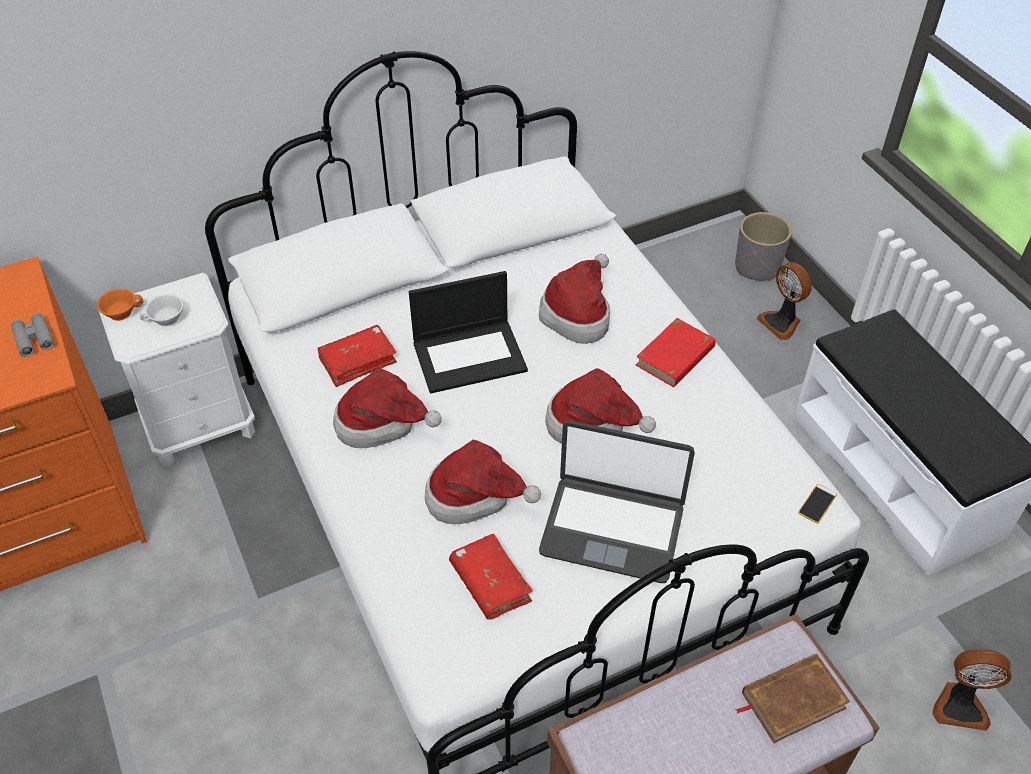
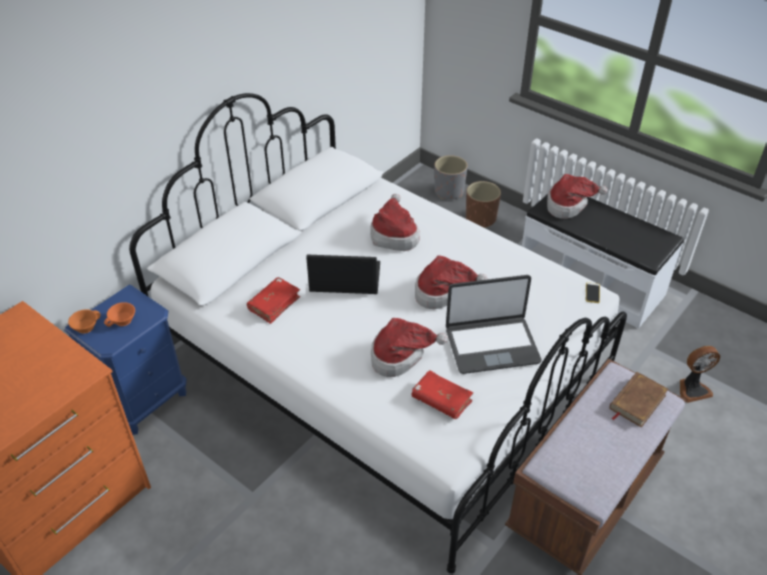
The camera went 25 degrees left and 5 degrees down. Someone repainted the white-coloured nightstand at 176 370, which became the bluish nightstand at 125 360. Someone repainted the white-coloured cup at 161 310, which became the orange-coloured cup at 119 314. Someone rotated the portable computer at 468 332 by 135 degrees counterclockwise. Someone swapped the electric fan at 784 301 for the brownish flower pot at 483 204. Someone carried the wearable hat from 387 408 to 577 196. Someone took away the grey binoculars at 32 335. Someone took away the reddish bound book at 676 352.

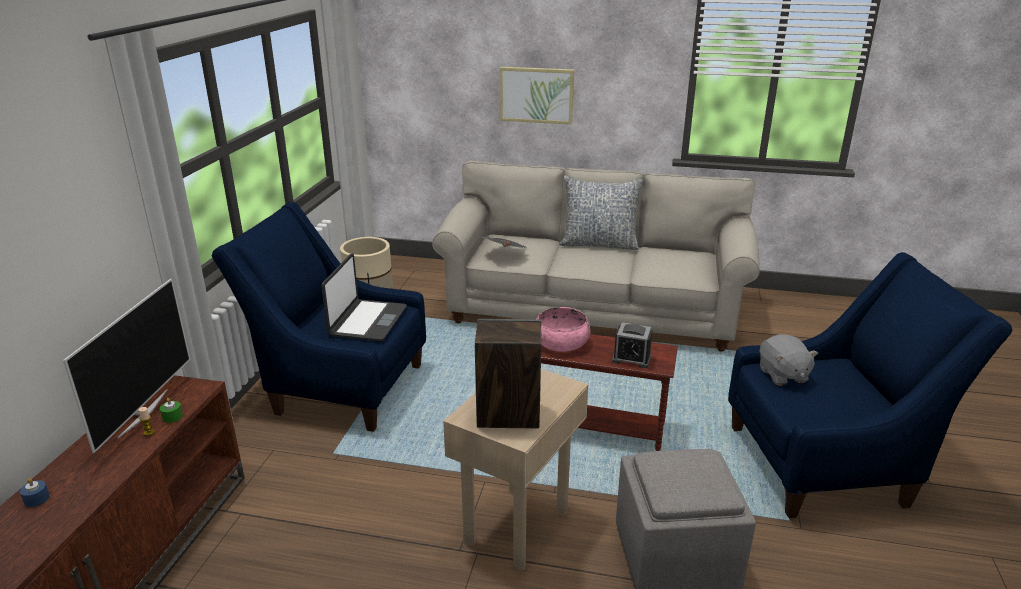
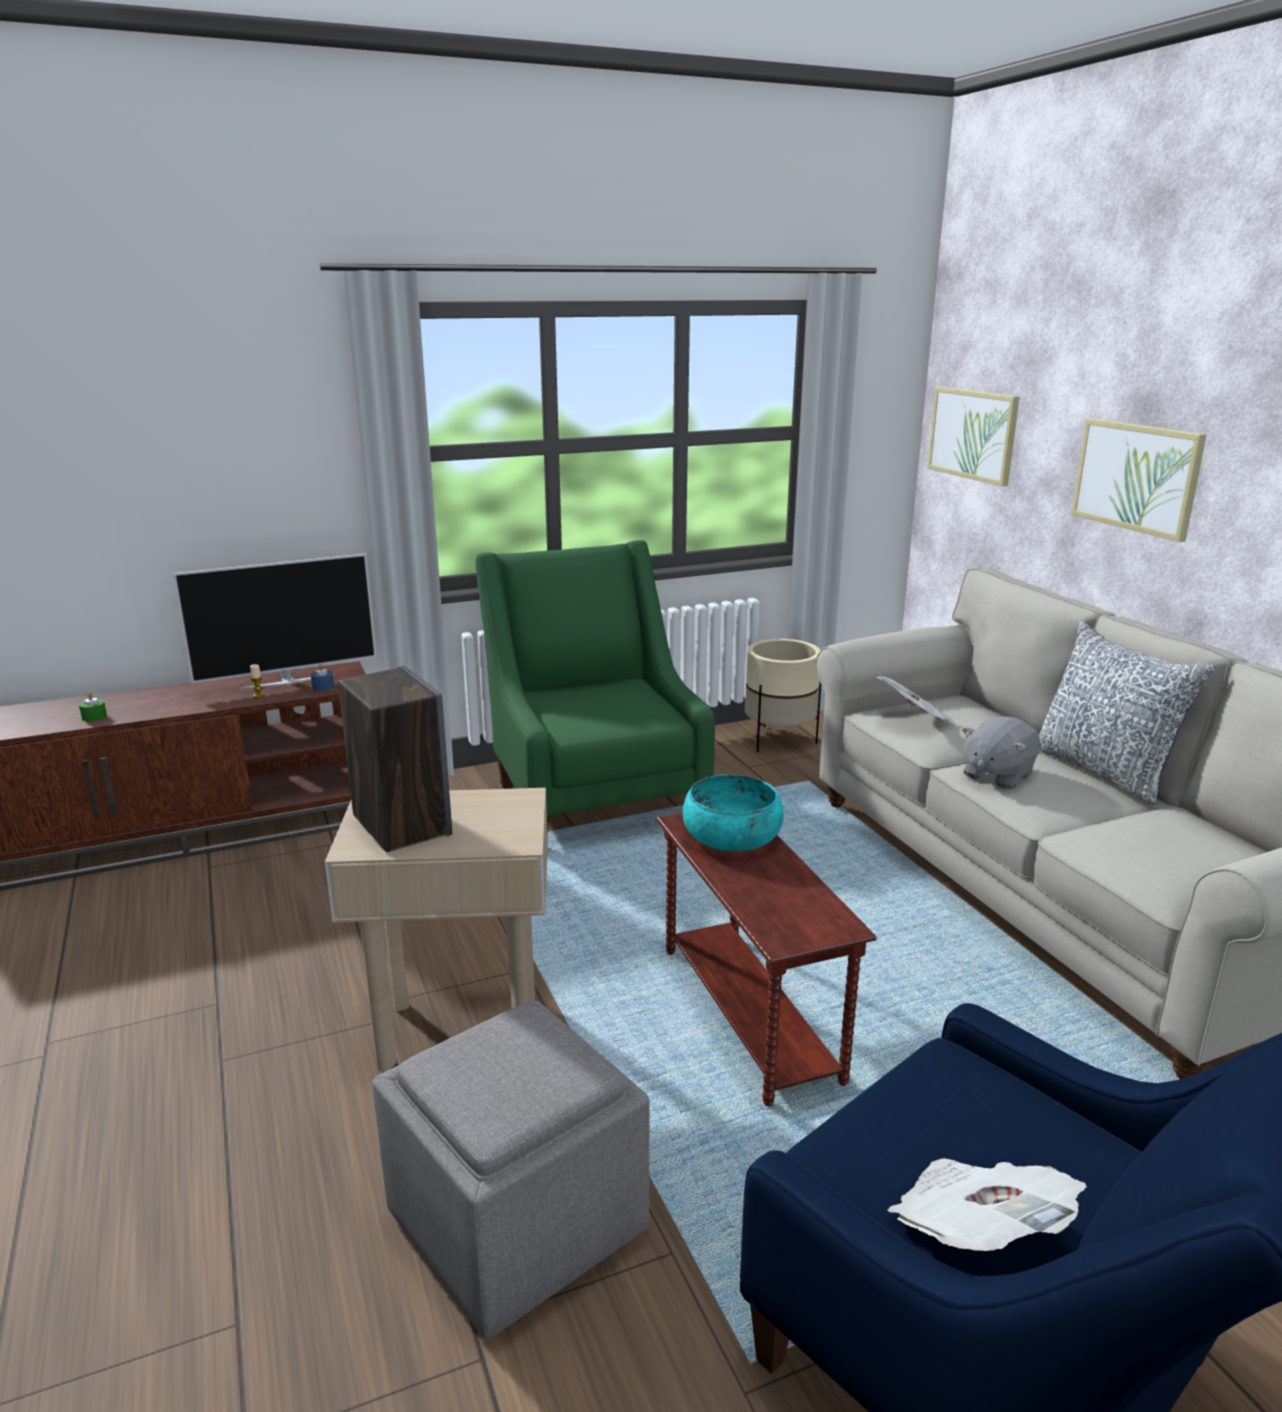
The camera went 55 degrees right and 5 degrees down. Someone carried the greenish wax candle from 171 410 to 93 706. Someone carried the bluish wax candle from 35 492 to 322 677. Someone repainted the bluish armchair at 318 317, which became the greenish armchair at 595 686. Someone repainted the pink-coloured serving bowl at 563 329, which became the blue-green serving bowl at 733 812. Someone put down the daily paper at 987 1204. Someone put up the wall picture at 973 436. Someone carried the grey cuddly toy from 789 360 to 1001 752. Someone took away the portable computer at 364 297. Someone took away the bedside clock at 632 345.

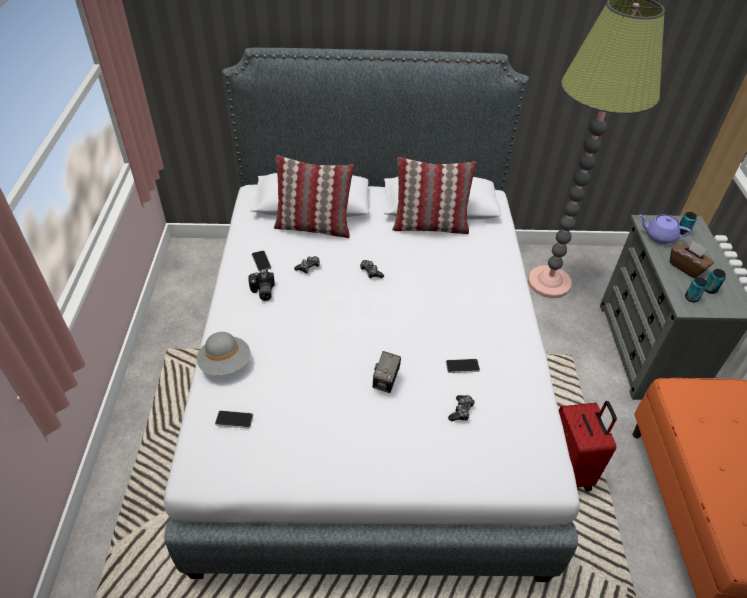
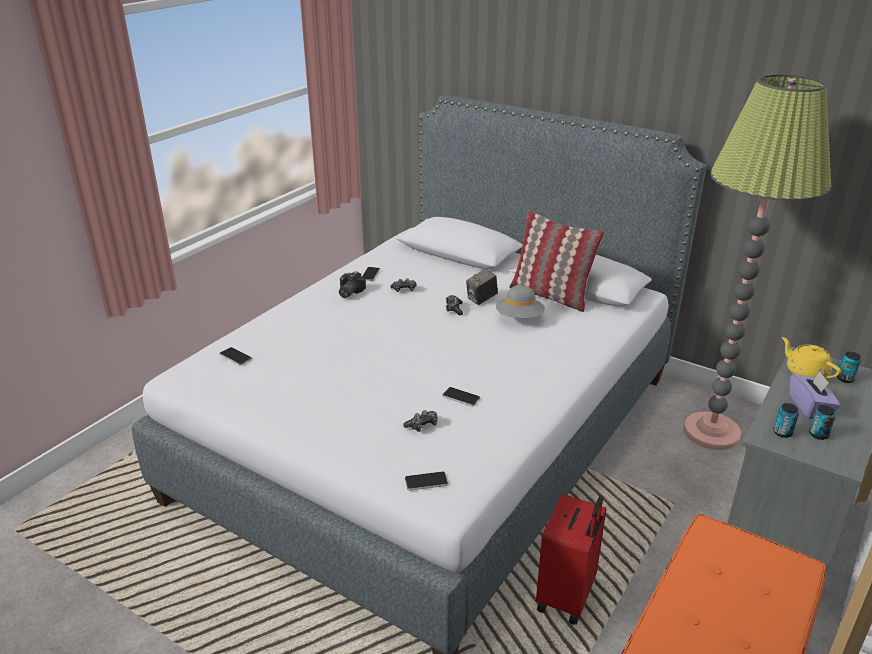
The camera went 35 degrees right and 15 degrees down. Someone put down the handset at 426 481. Someone carried the still camera from 387 372 to 482 287. Someone carried the grey wearable hat from 223 354 to 520 301. Someone repainted the purplish tea pot at 665 229, which became the yellow-coloured tea pot at 811 358. Someone repainted the brownish box of tissues at 692 259, which became the purplish box of tissues at 814 395. Someone took away the cushion at 314 196.

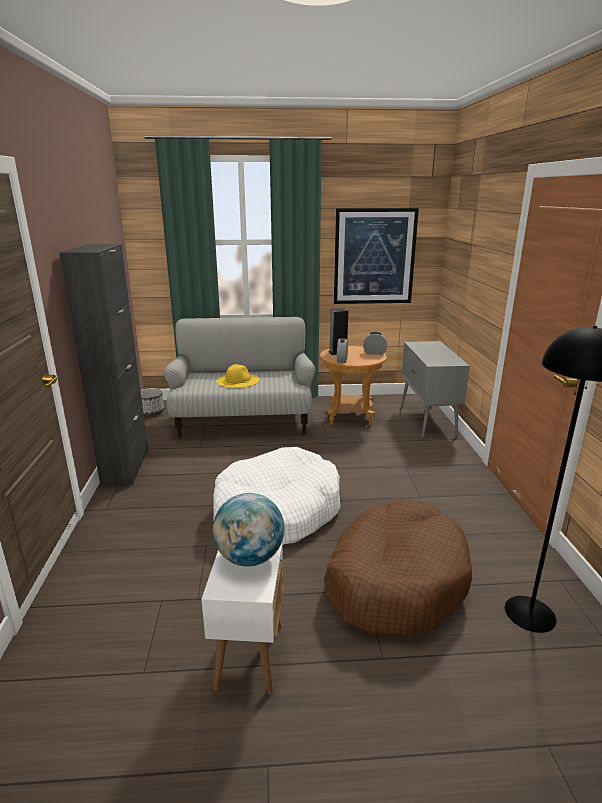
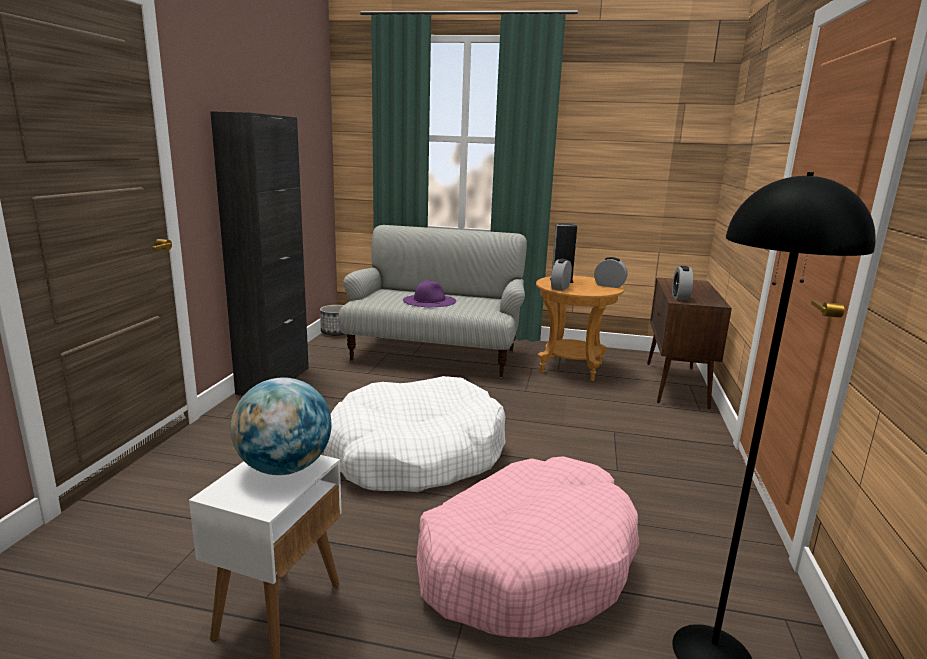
The camera went 15 degrees right and 5 degrees down. Someone repainted the yellow-coloured wearable hat at 238 376, which became the purplish wearable hat at 429 293. Someone repainted the brownish dog bed at 398 568, which became the pink-coloured dog bed at 528 547. Someone repainted the grey storage cabinet at 435 389, which became the brownish storage cabinet at 689 343. Someone put down the bedside clock at 682 283. Someone took away the wall picture at 376 256.

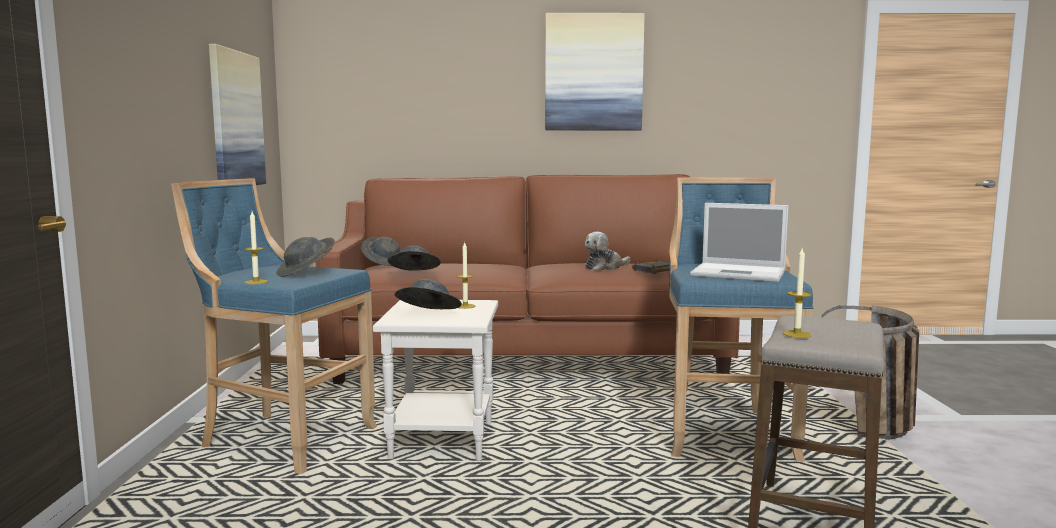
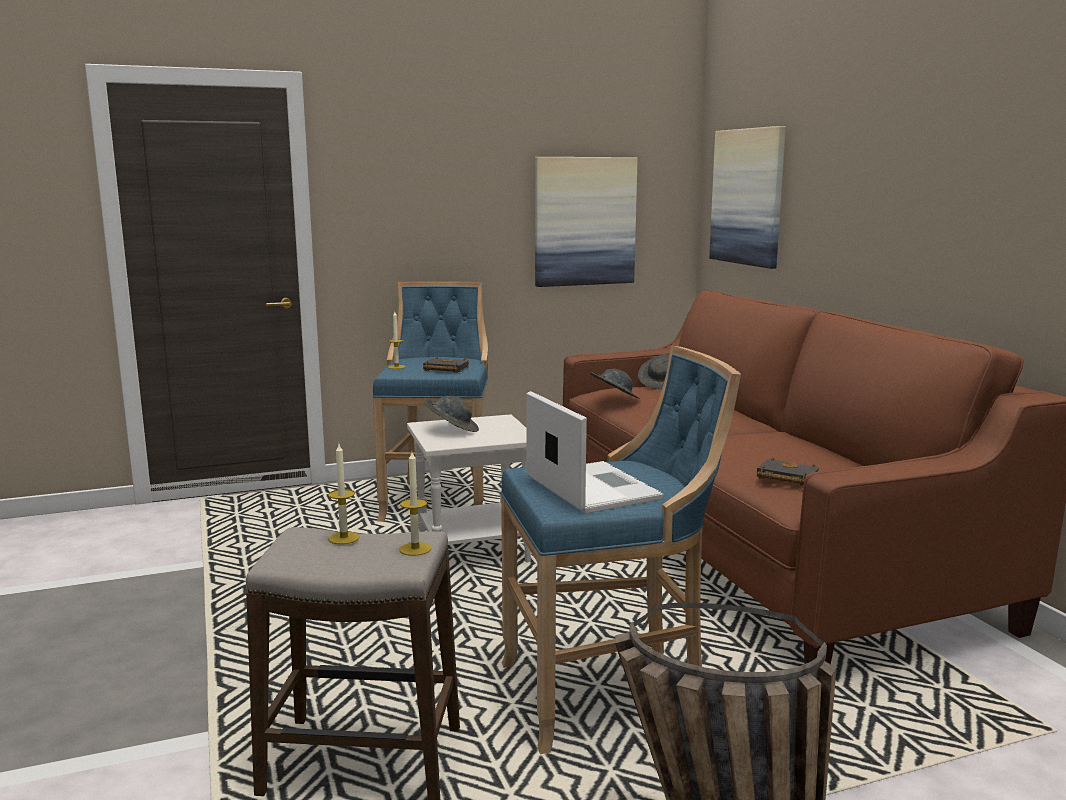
The camera went 70 degrees right and 5 degrees up. Someone carried the wax candle from 466 275 to 415 504. Someone swapped the grey wearable hat at 305 257 for the black-coloured bound book at 446 364. Someone rotated the portable computer at 739 242 by 150 degrees clockwise. Someone carried the wall picture from 595 71 to 747 197. Someone took away the cuddly toy at 607 251.

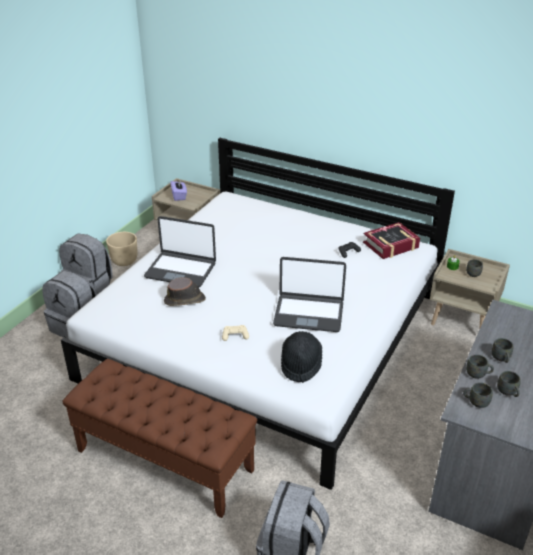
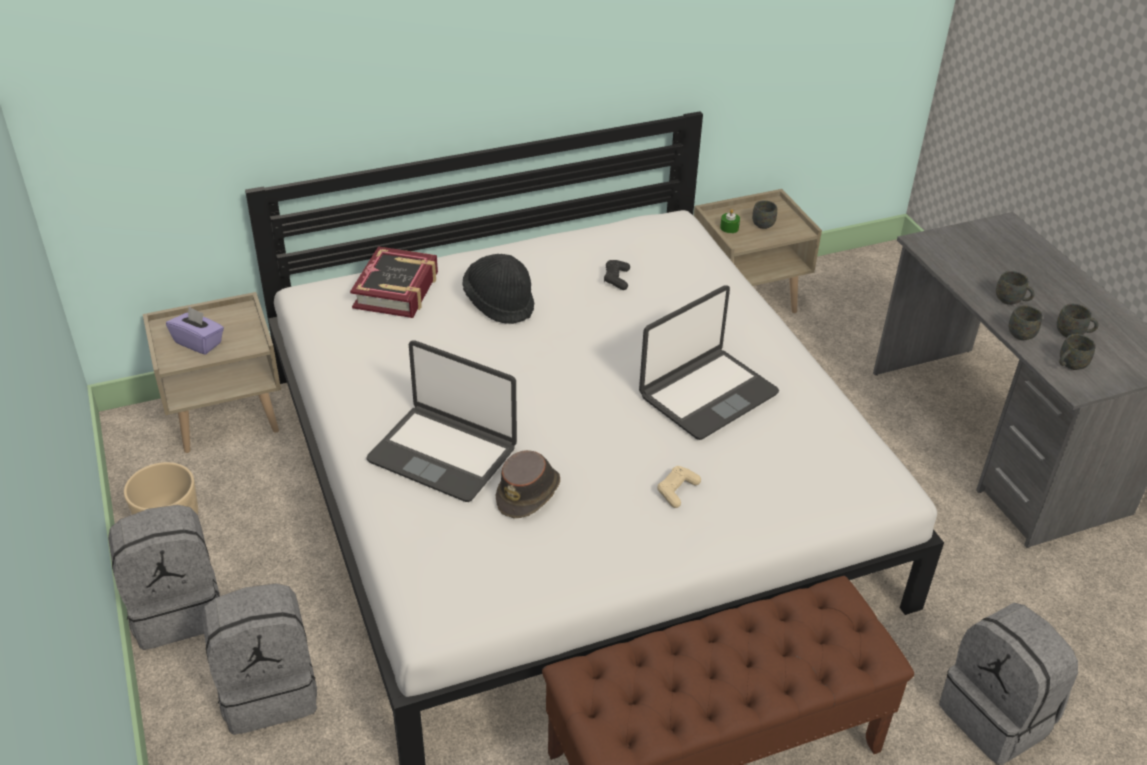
The camera went 50 degrees left and 5 degrees up. Someone carried the bound book from 391 240 to 394 282. Someone rotated the portable computer at 180 251 by 60 degrees clockwise. Someone carried the black-coloured wearable hat from 301 357 to 498 289.

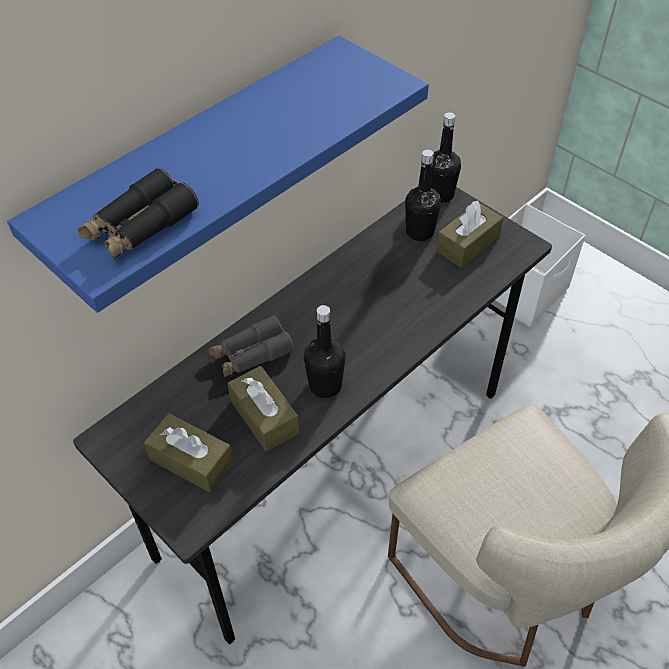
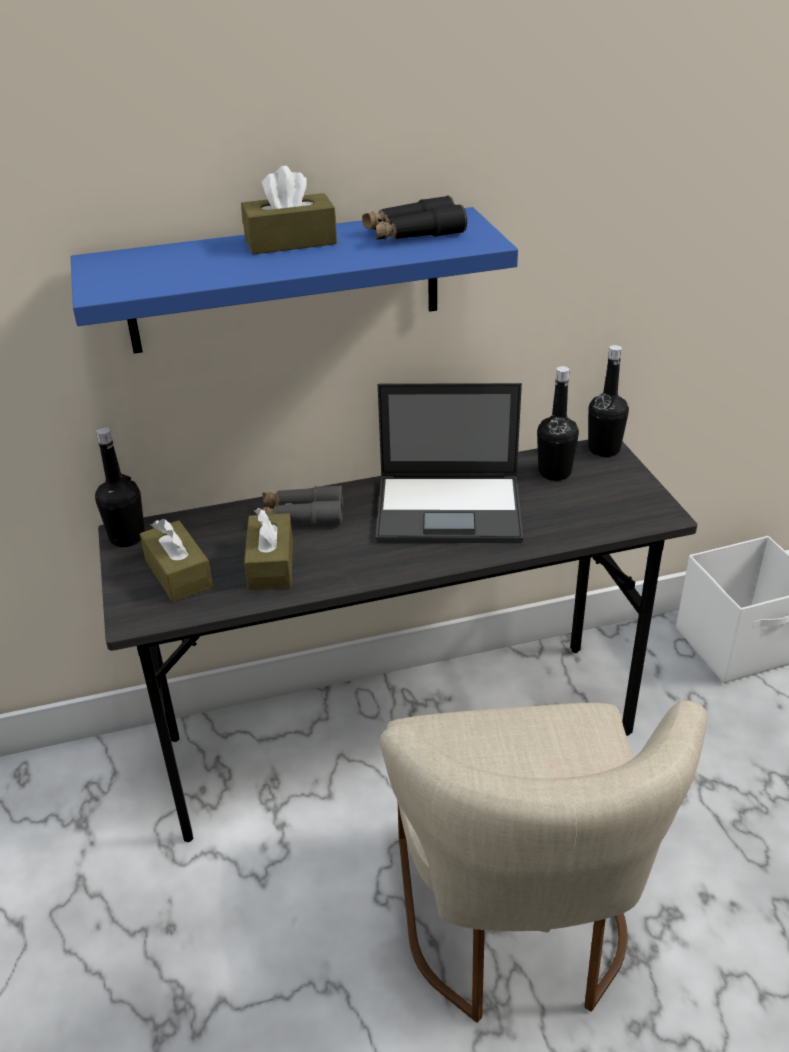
The camera went 30 degrees right and 15 degrees down. Someone carried the black-coloured drink bottle from 325 351 to 120 487. Someone carried the brownish box of tissues from 469 234 to 289 210. Someone carried the black-coloured binoculars from 138 214 to 414 217. Someone put down the portable computer at 449 463.

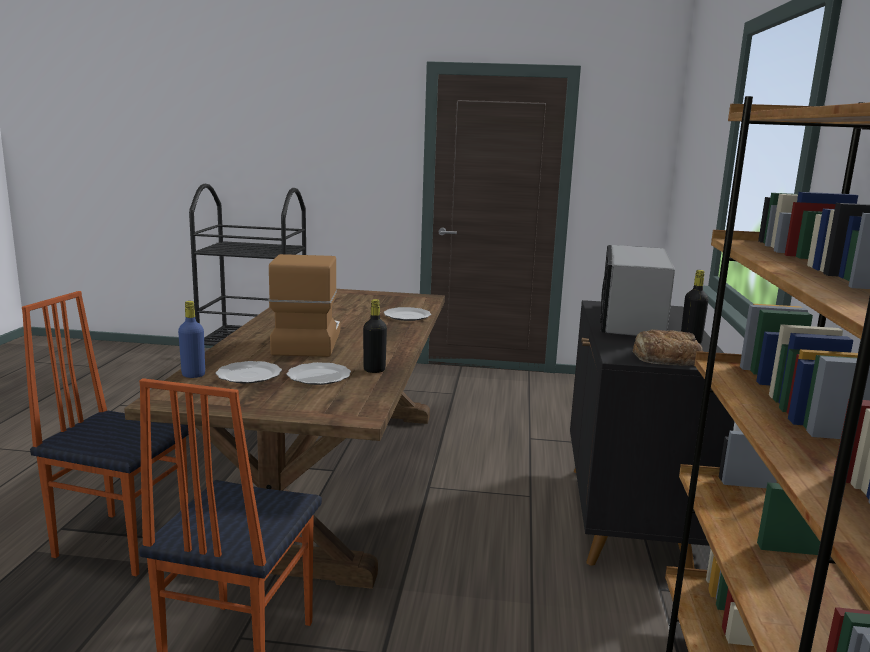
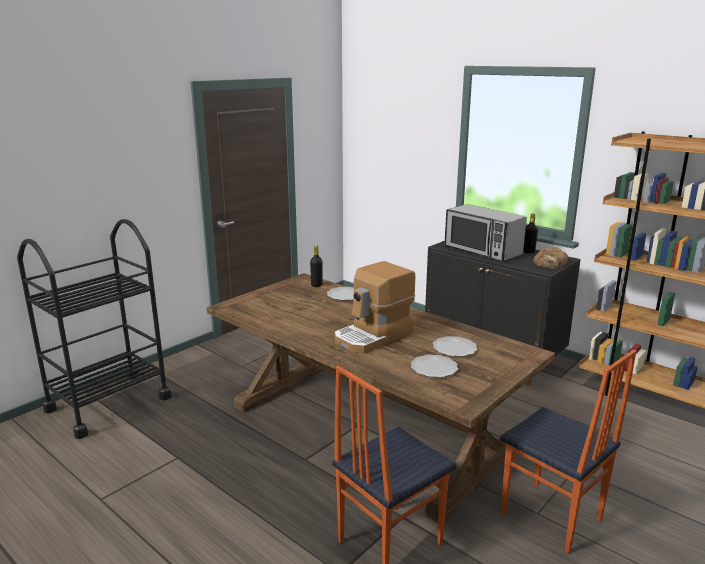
The camera went 55 degrees left and 5 degrees up. Someone carried the black-coloured drink bottle from 375 336 to 316 266. Someone rotated the coffee machine at 304 305 by 75 degrees counterclockwise. Someone took away the bluish drink bottle at 191 339.

